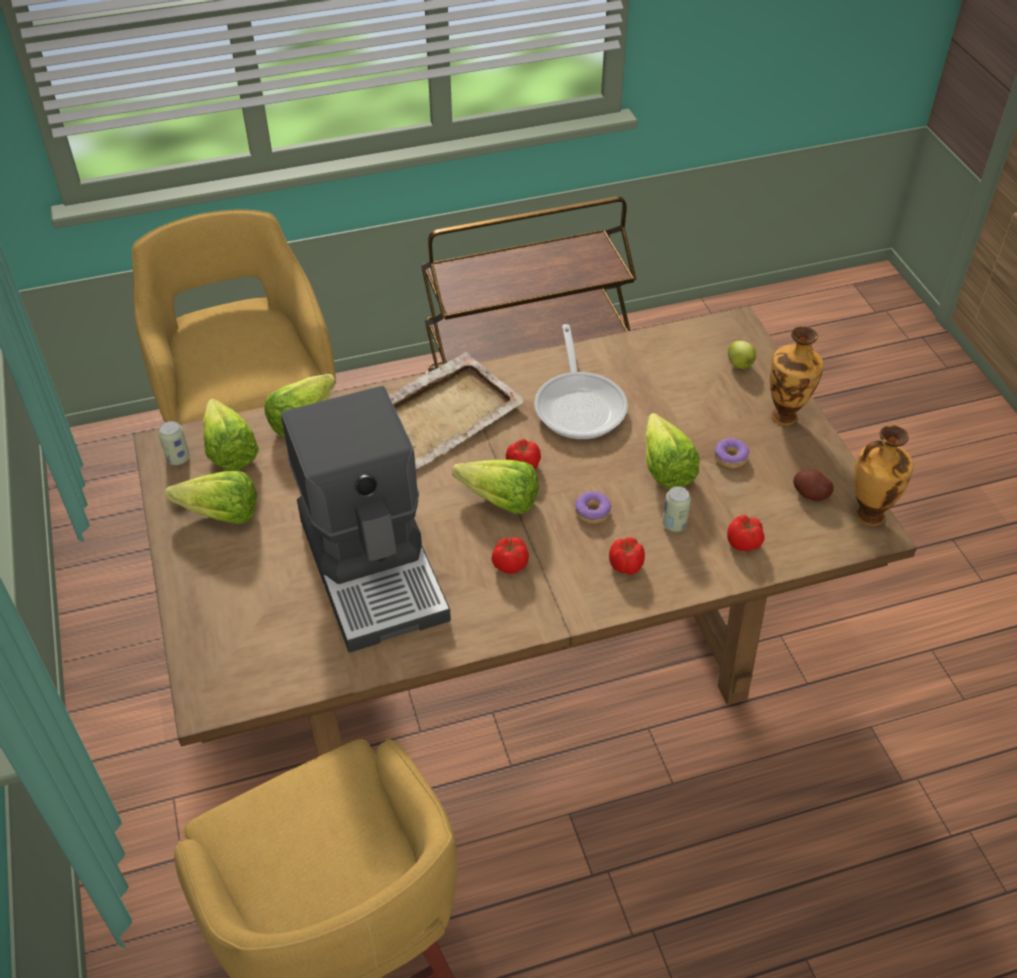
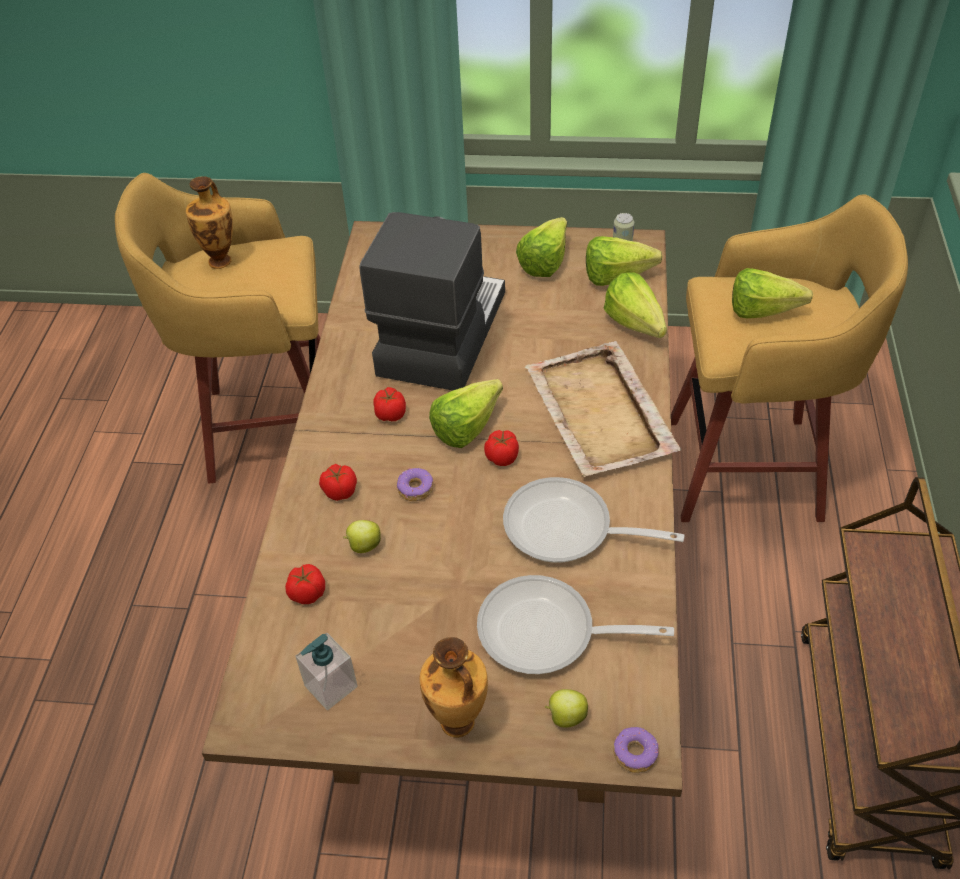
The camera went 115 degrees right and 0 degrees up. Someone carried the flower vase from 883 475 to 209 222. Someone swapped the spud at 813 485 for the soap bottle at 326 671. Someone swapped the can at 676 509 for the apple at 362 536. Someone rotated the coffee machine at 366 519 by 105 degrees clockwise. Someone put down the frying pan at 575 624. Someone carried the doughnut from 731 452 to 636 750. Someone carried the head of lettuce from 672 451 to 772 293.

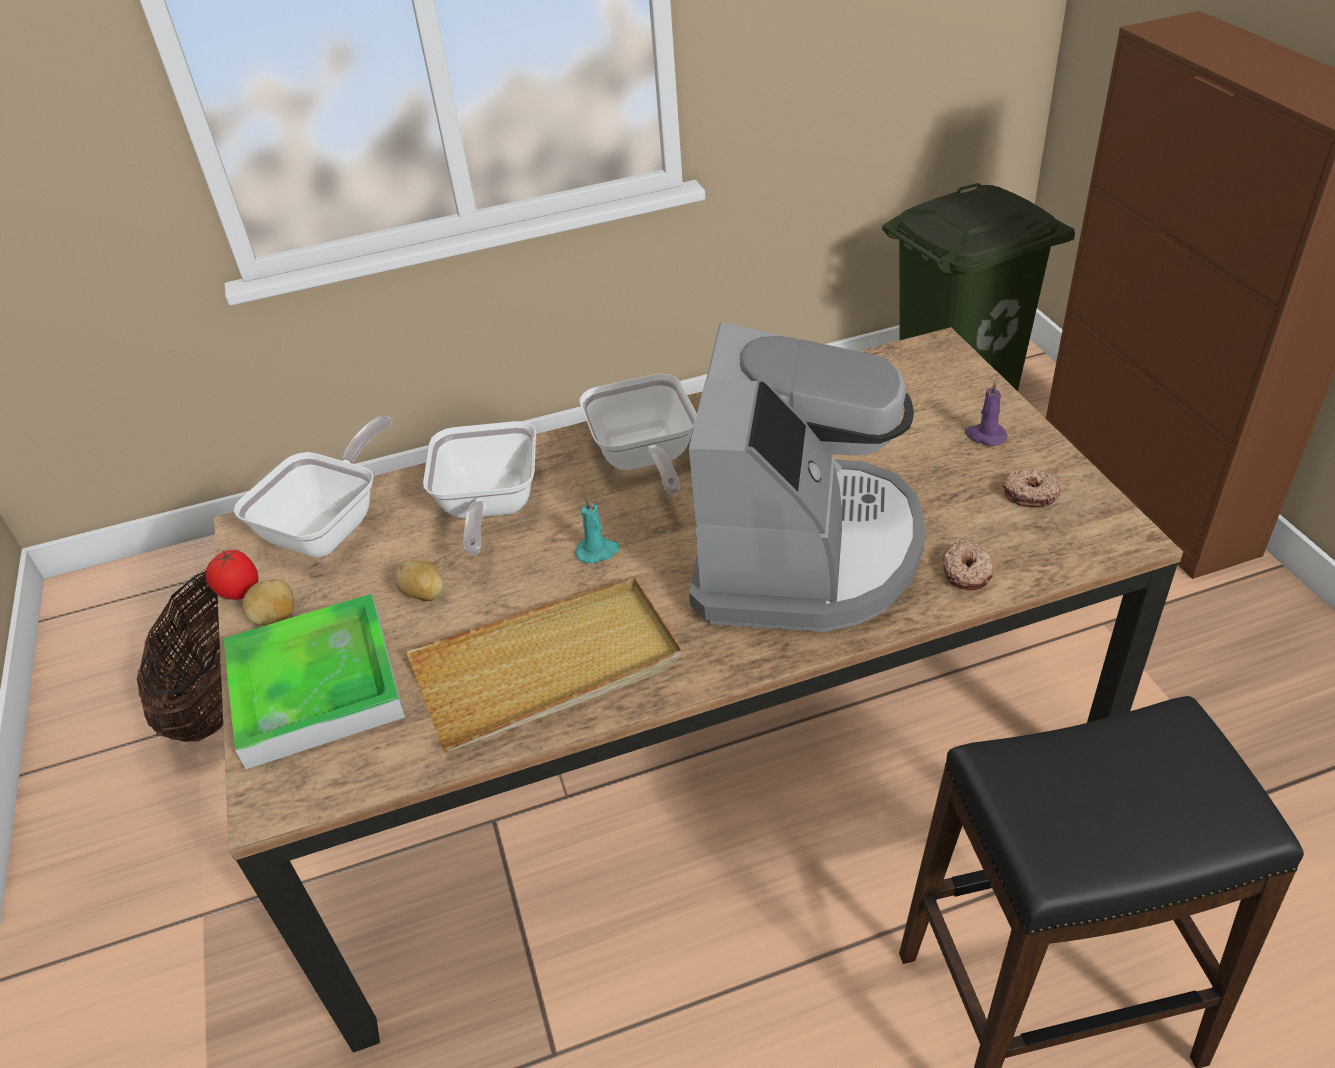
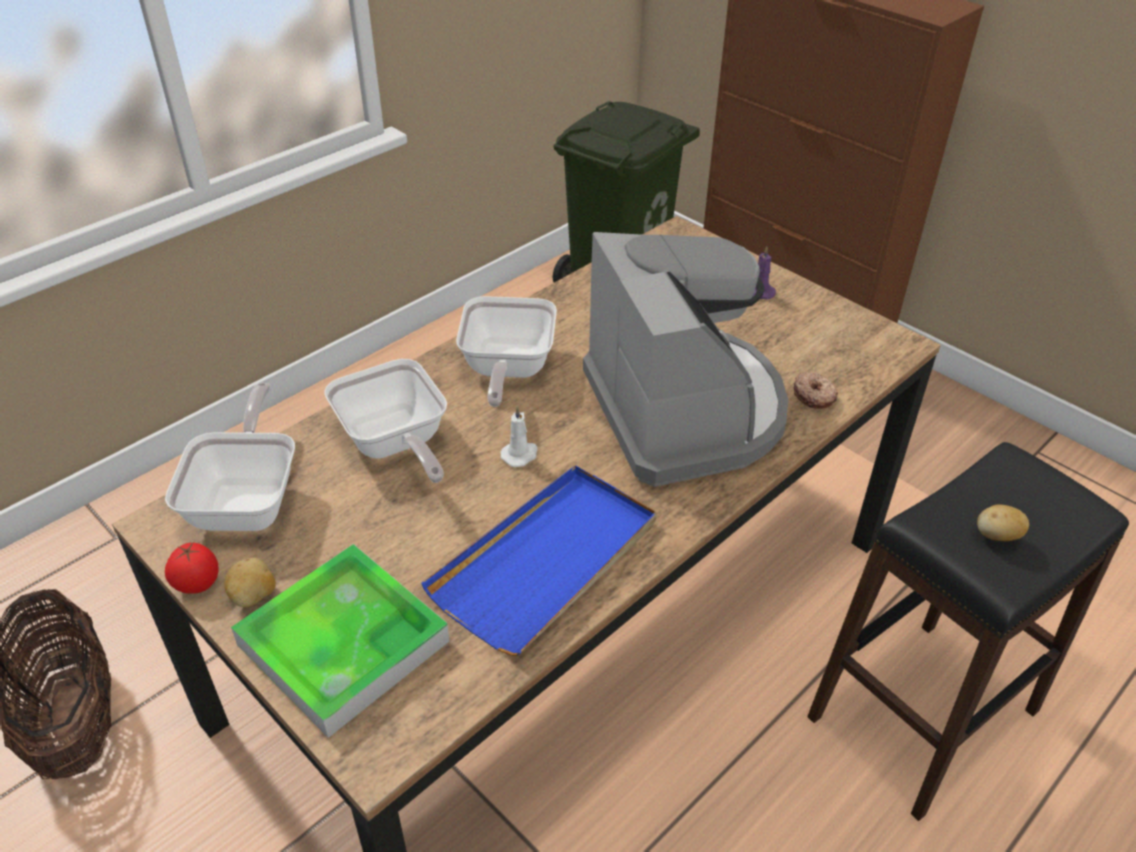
The camera went 30 degrees left and 0 degrees up. Someone repainted the beige serving tray at 544 665, which became the bluish serving tray at 538 560. Someone rotated the frying pan at 638 433 by 45 degrees clockwise. Someone repainted the blue-green wax candle at 597 530, which became the white-coloured wax candle at 519 436. Someone carried the spud from 419 580 to 1003 522. Someone took away the doughnut at 1031 488.

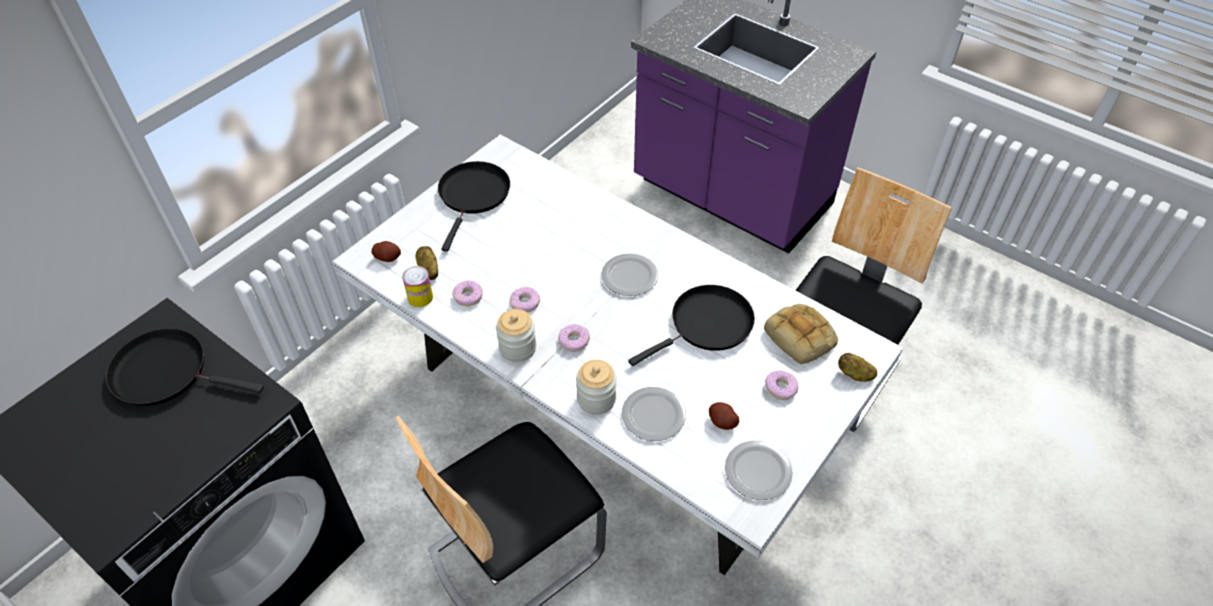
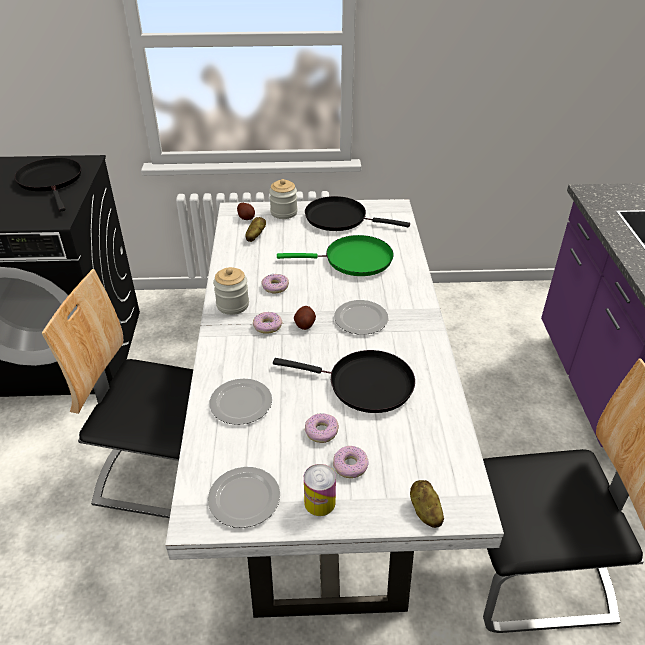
The camera went 50 degrees right and 10 degrees down. Someone carried the preserve jar from 596 387 to 283 199. Someone put down the greenish frying pan at 335 255. Someone carried the spud from 724 416 to 305 318. Someone carried the can from 417 286 to 320 490. Someone rotated the black-coloured frying pan at 474 206 by 135 degrees counterclockwise. Someone carried the doughnut from 467 293 to 322 428. Someone took away the bakery bread at 801 334.

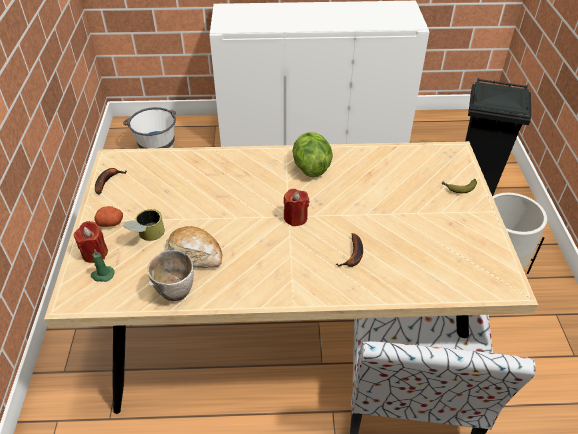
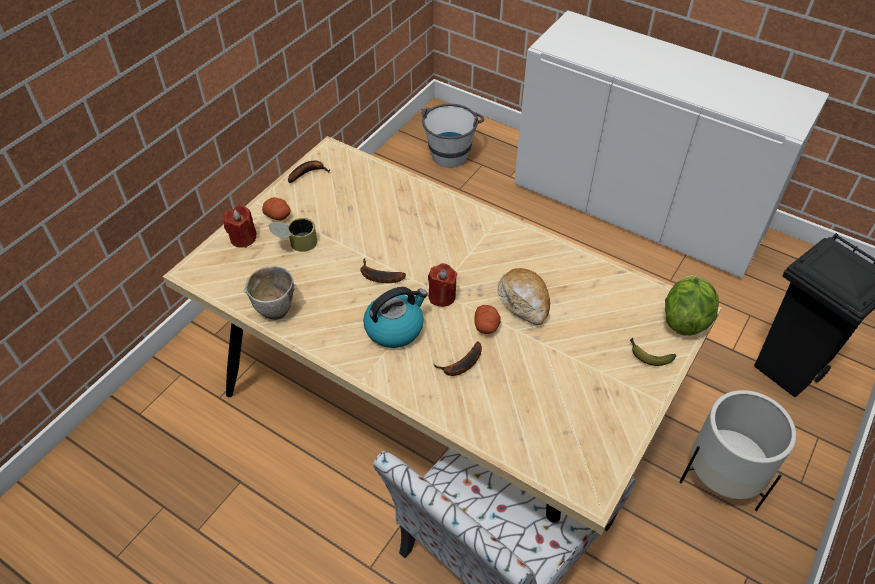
The camera went 35 degrees right and 5 degrees up. Someone put down the whole banana at 383 270. Someone put down the kettle at 395 317. Someone put down the spud at 487 319. Someone carried the bakery bread from 194 247 to 523 296. Someone carried the head of lettuce from 313 154 to 692 305. Someone took away the greenish wax candle at 103 265.

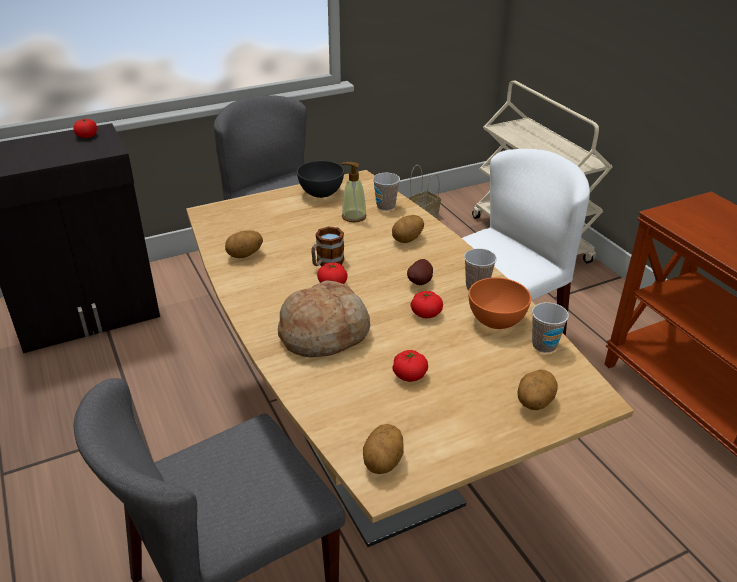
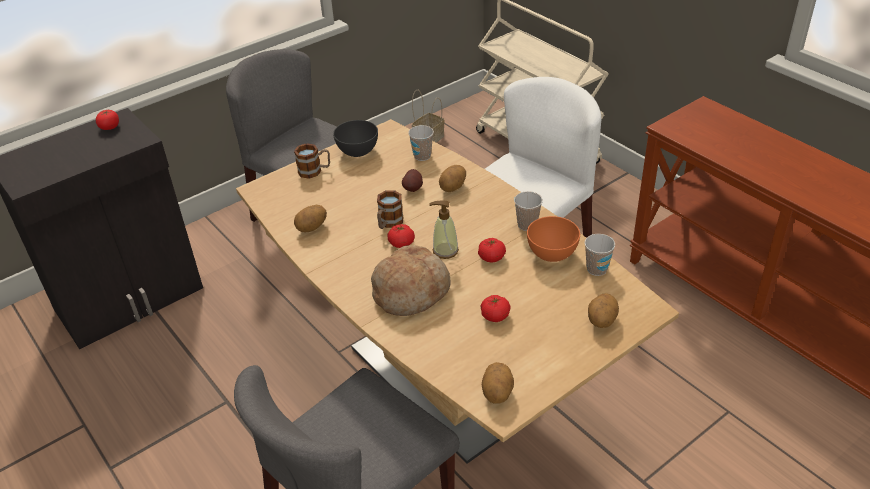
The camera went 10 degrees left and 5 degrees up. Someone put down the tea mug at 312 161. Someone carried the spud from 420 272 to 412 180. Someone carried the soap bottle from 353 192 to 444 229.

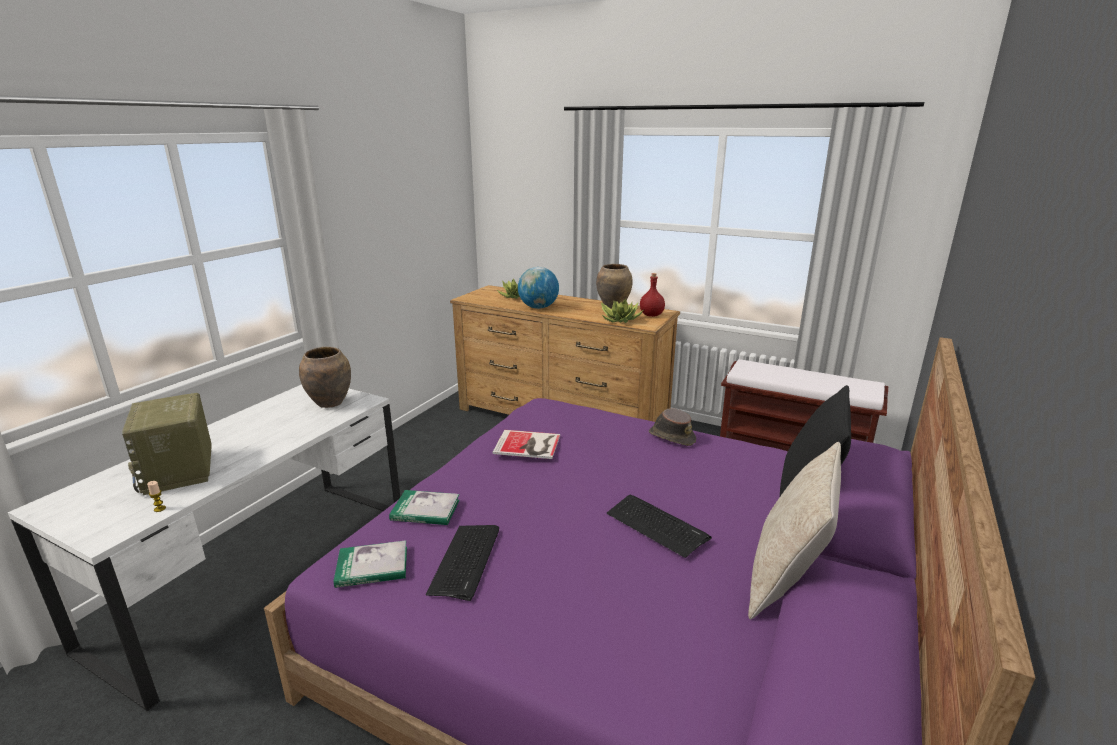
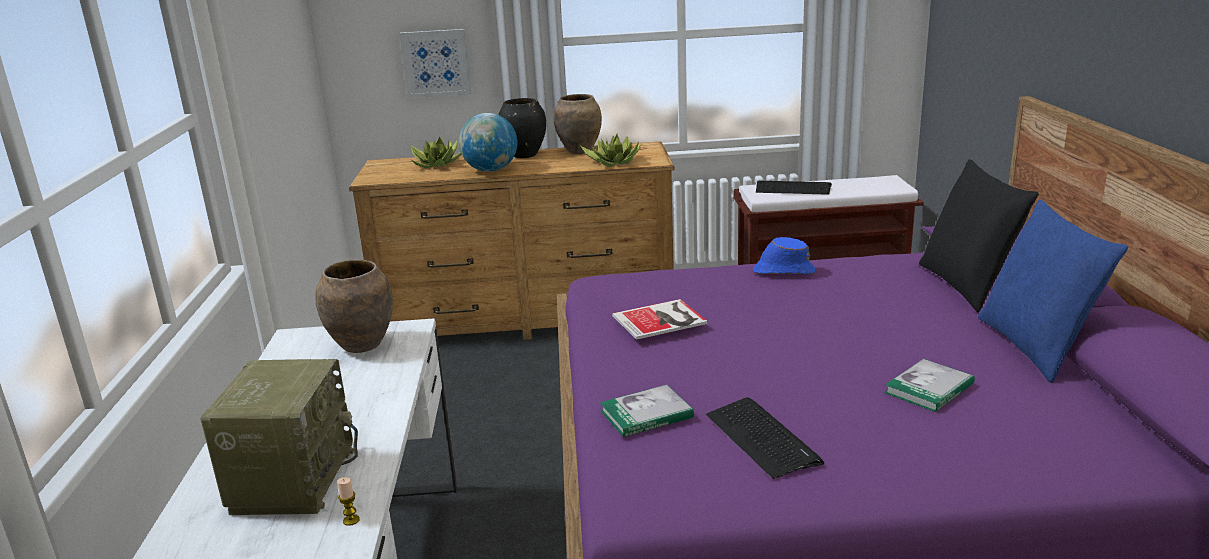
The camera went 30 degrees left and 0 degrees up. Someone rotated the radio receiver at 167 444 by 120 degrees counterclockwise. Someone put up the wall picture at 435 63. Someone put down the black-coloured flower vase at 522 128. Someone repainted the brownish wearable hat at 672 427, which became the bluish wearable hat at 784 255. Someone carried the PC keyboard from 659 526 to 794 188. Someone carried the bound book from 370 564 to 929 385. Someone repainted the beige cushion at 794 531, which became the bluish cushion at 1053 291. Someone took away the reddish drink bottle at 652 295.

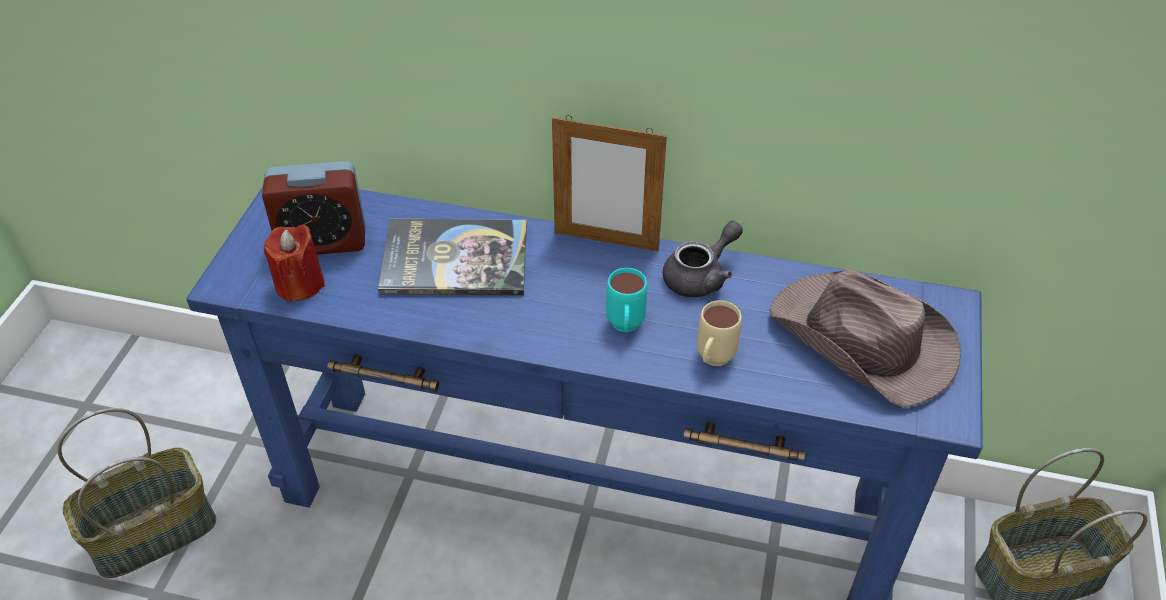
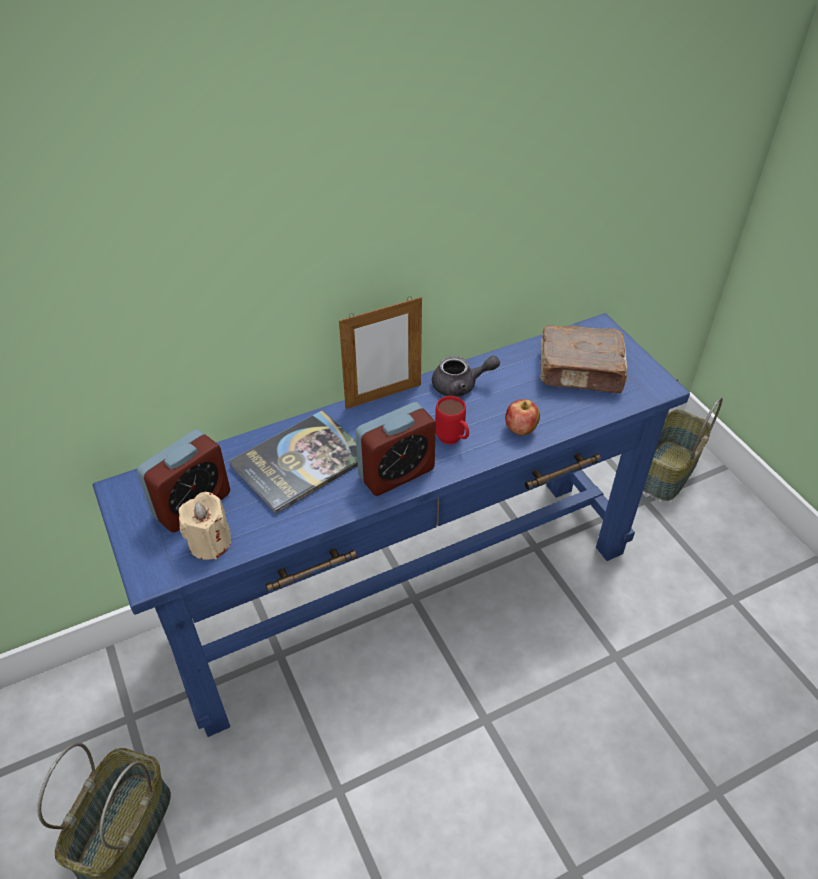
The camera went 40 degrees left and 0 degrees up. Someone repainted the reddish wax candle at 294 264, which became the beige wax candle at 205 526. Someone put down the bedside clock at 395 449. Someone rotated the grey tea pot at 703 259 by 75 degrees clockwise. Someone repainted the blue-green tea mug at 626 300, which became the reddish tea mug at 452 420. Someone swapped the beige tea mug at 719 333 for the apple at 522 417. Someone swapped the brownish wearable hat at 865 339 for the brownish bound book at 584 359.

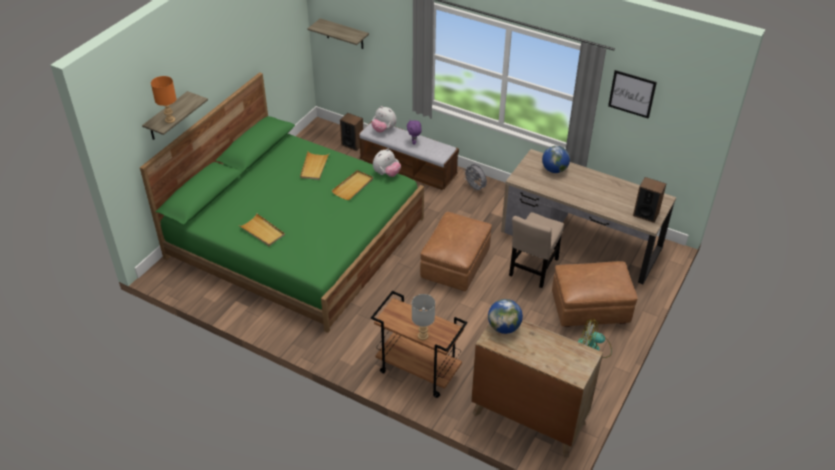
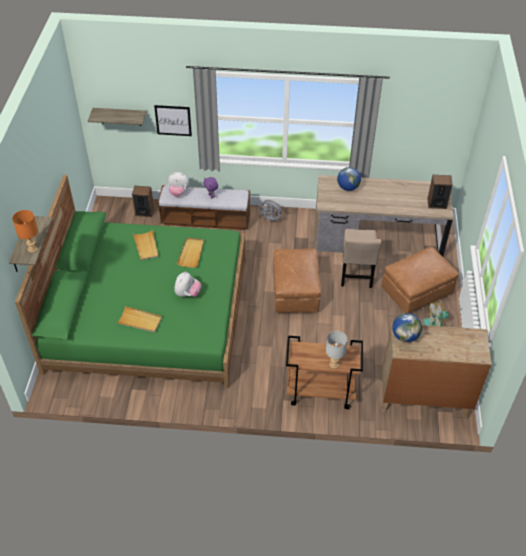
The camera went 25 degrees left and 5 degrees up. Someone carried the wall picture from 632 94 to 173 120. Someone carried the cuddly toy from 387 163 to 188 284.

